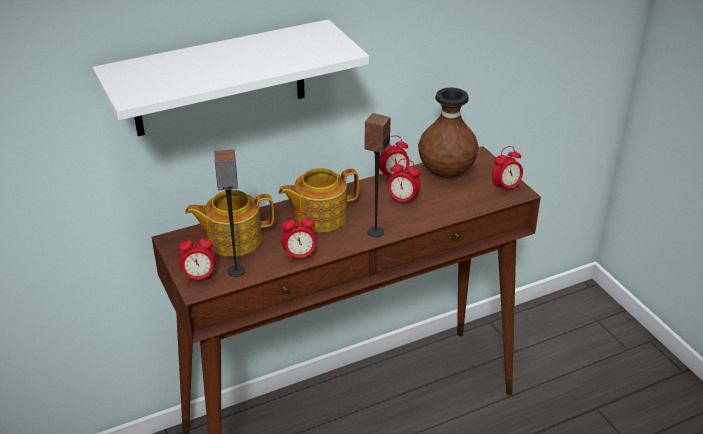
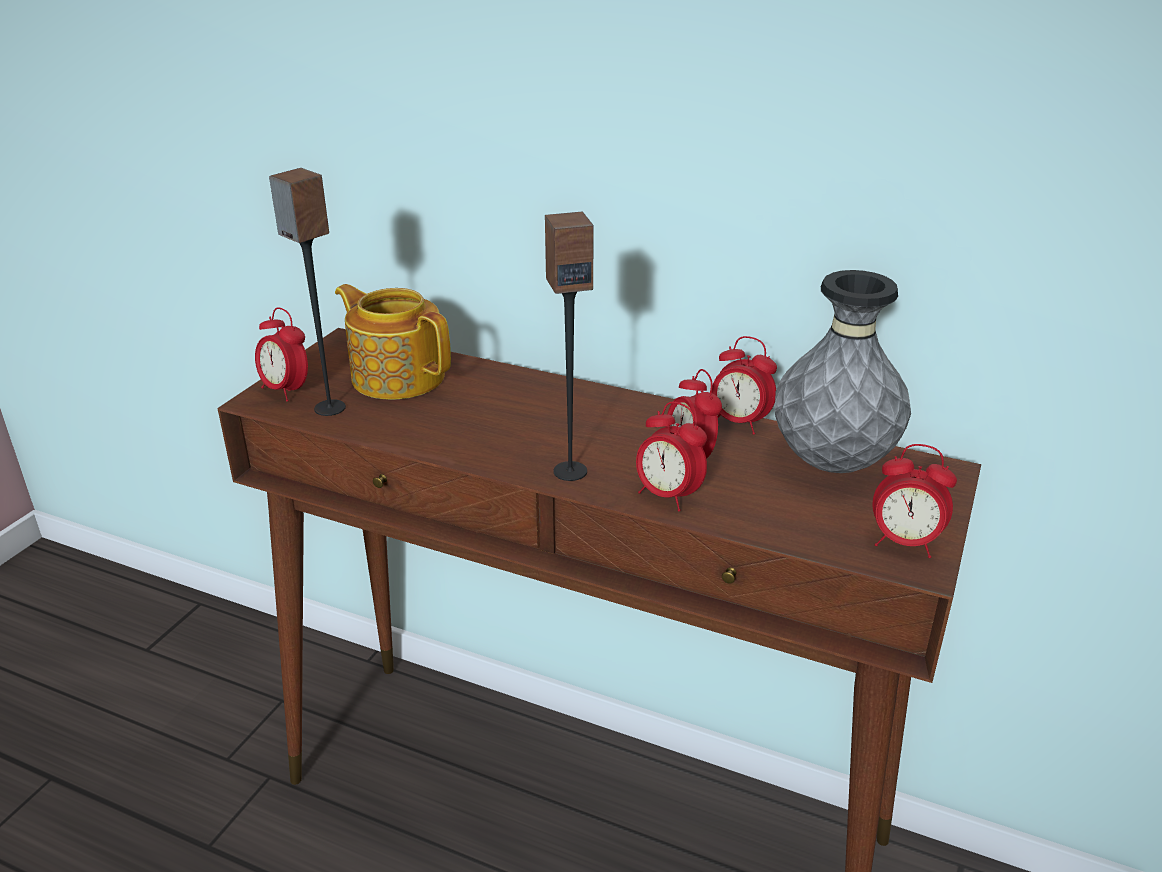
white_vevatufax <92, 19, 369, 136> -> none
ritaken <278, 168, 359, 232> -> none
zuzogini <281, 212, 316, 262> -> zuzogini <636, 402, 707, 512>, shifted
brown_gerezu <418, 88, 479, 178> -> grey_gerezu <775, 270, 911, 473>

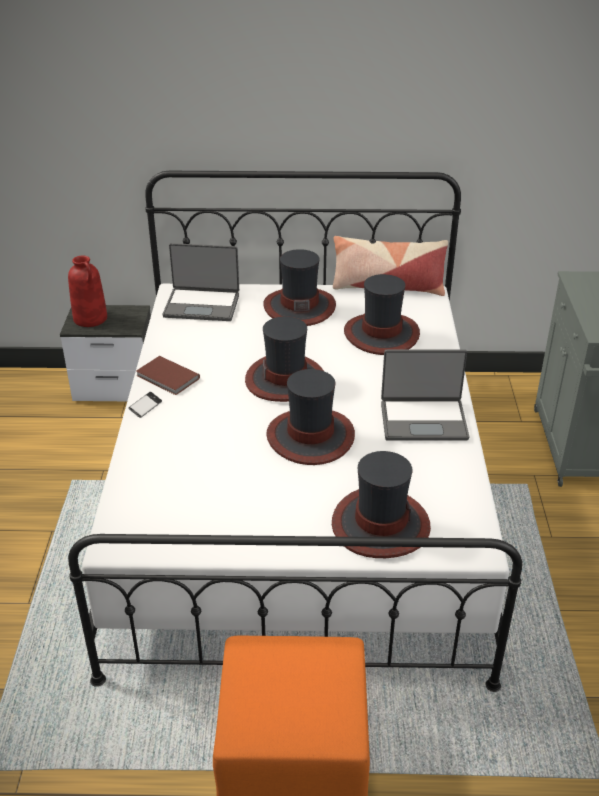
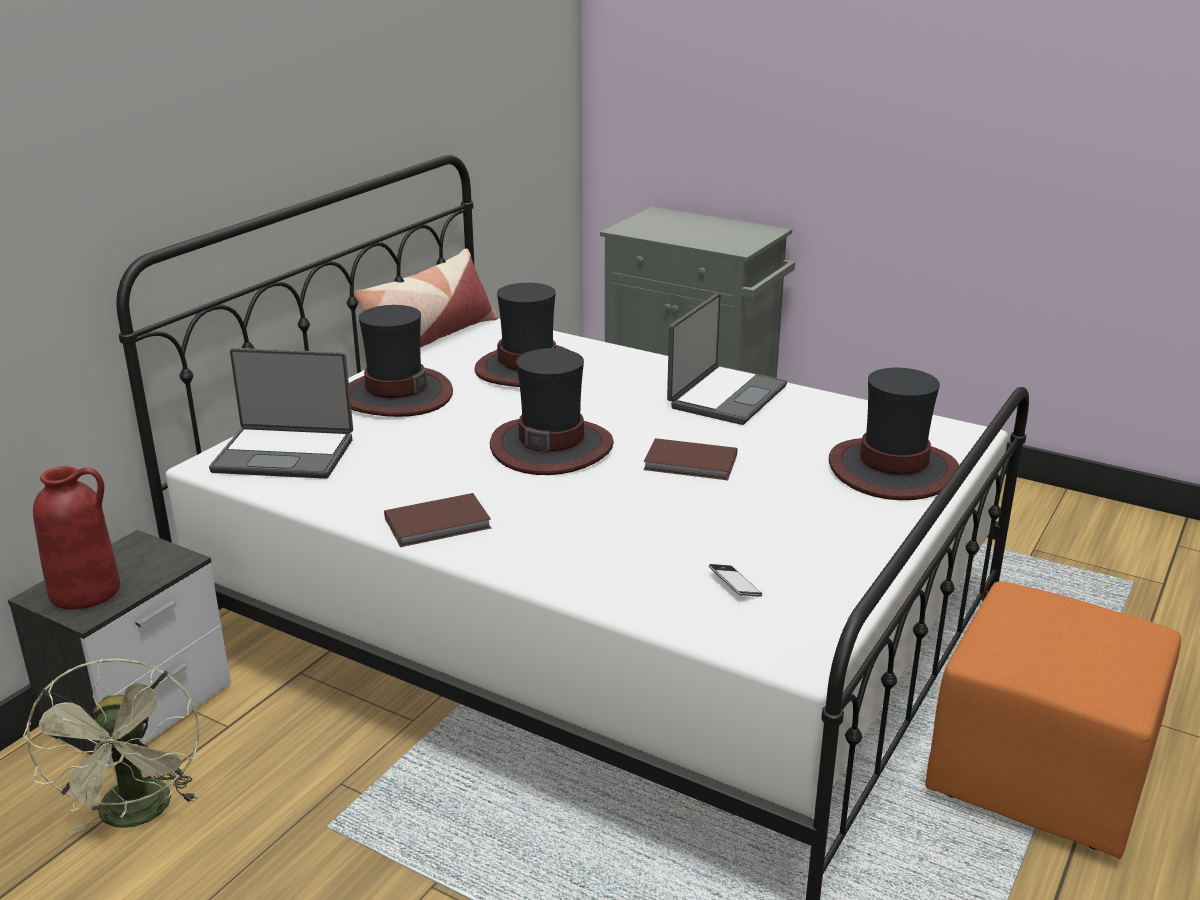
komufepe <128, 392, 162, 418> -> komufepe <709, 564, 762, 597>, shifted
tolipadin <162, 243, 239, 321> -> tolipadin <209, 348, 353, 479>, 60 degrees clockwise
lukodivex <266, 369, 355, 465> -> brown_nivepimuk <643, 438, 737, 480>
none -> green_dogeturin <23, 659, 199, 835>

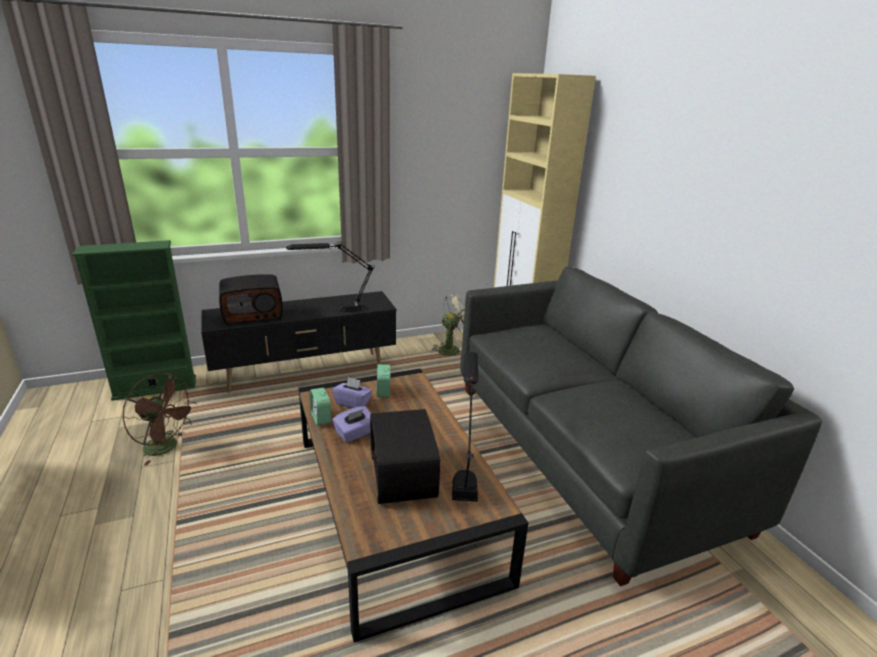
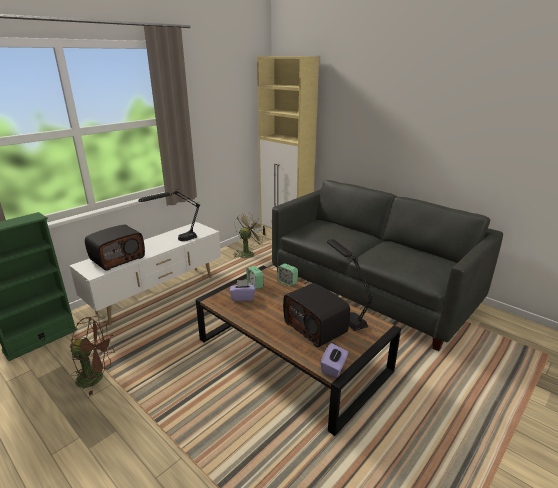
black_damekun <201, 291, 397, 393> -> white_damekun <69, 222, 221, 325>
zuzogini <310, 388, 331, 425> -> zuzogini <277, 263, 298, 286>, shifted
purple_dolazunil <333, 406, 371, 443> -> purple_dolazunil <321, 343, 348, 378>, shifted

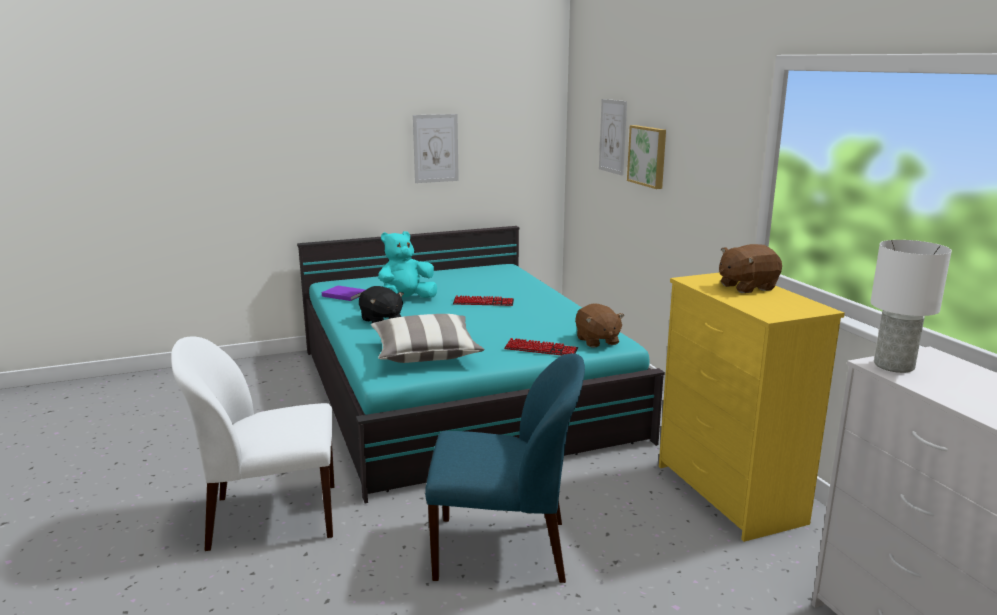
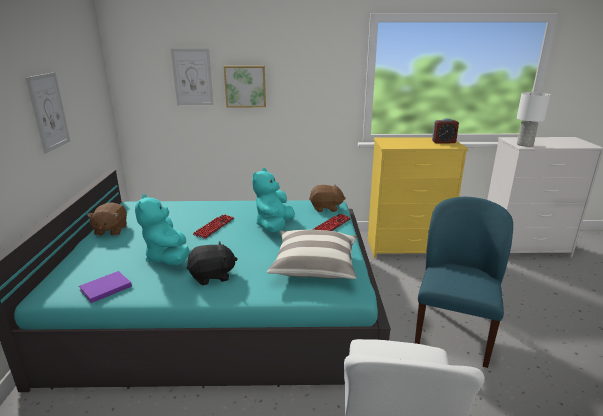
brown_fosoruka <719, 244, 782, 293> -> brown_fosoruka <87, 202, 127, 236>, shifted
none -> turquoise_fosoruka <252, 168, 295, 232>
none -> zuzogini <432, 118, 459, 144>

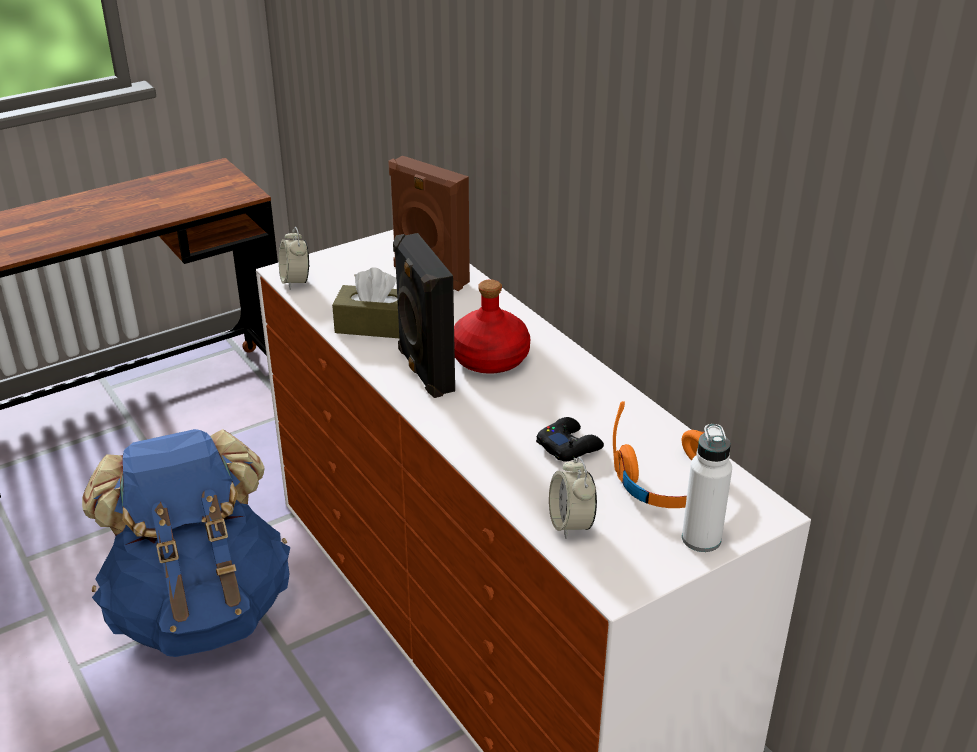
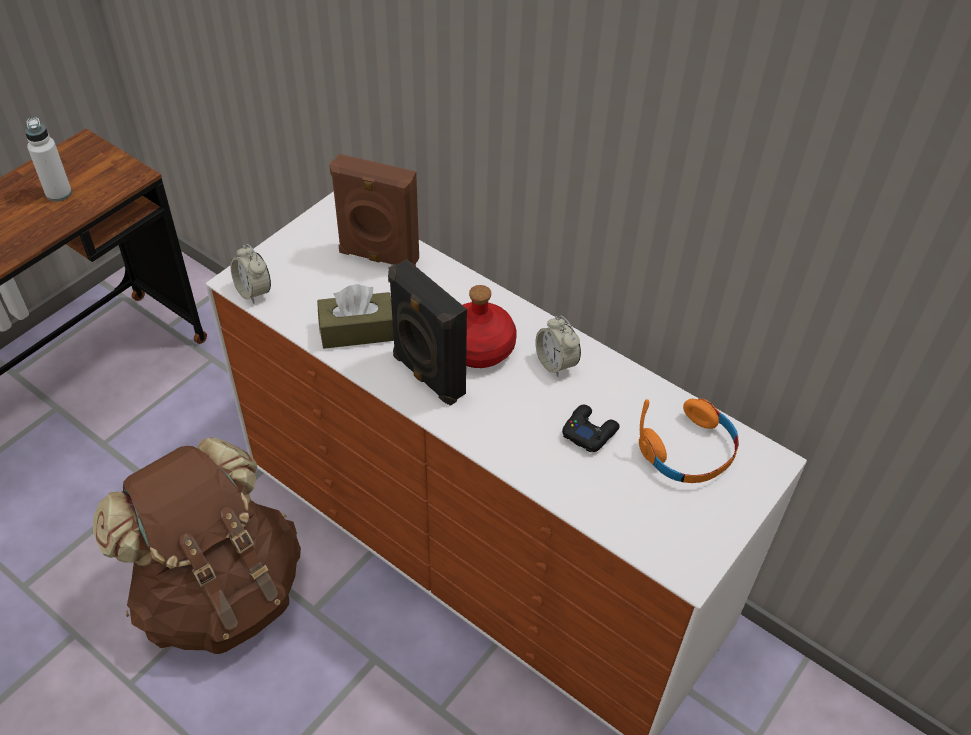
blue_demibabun <82, 429, 290, 657> -> brown_demibabun <93, 437, 301, 654>
zuzogini <549, 457, 597, 539> -> zuzogini <535, 316, 581, 377>, shifted
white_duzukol <682, 424, 732, 552> -> white_duzukol <25, 117, 72, 202>, shifted

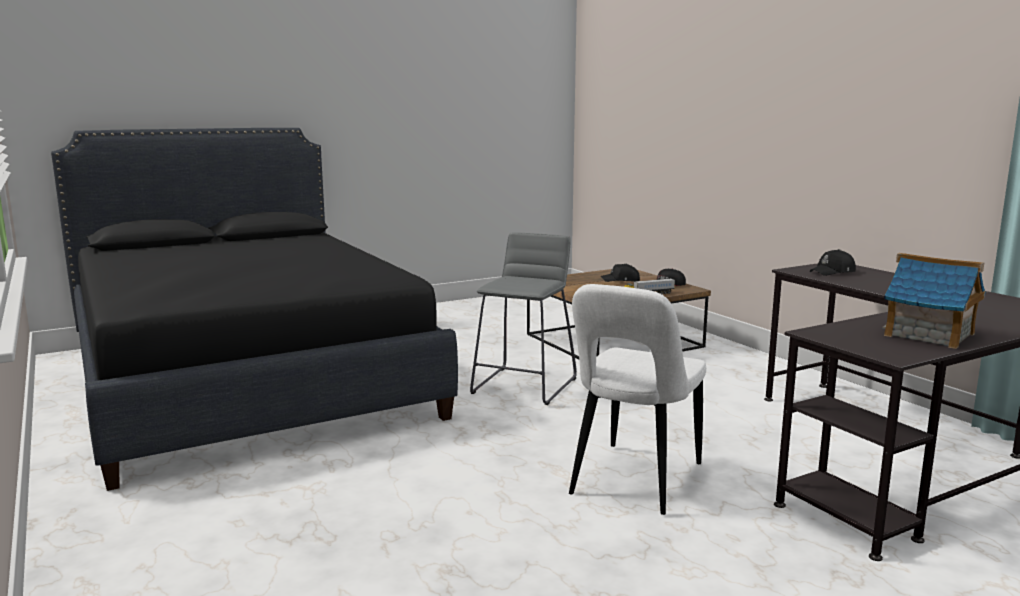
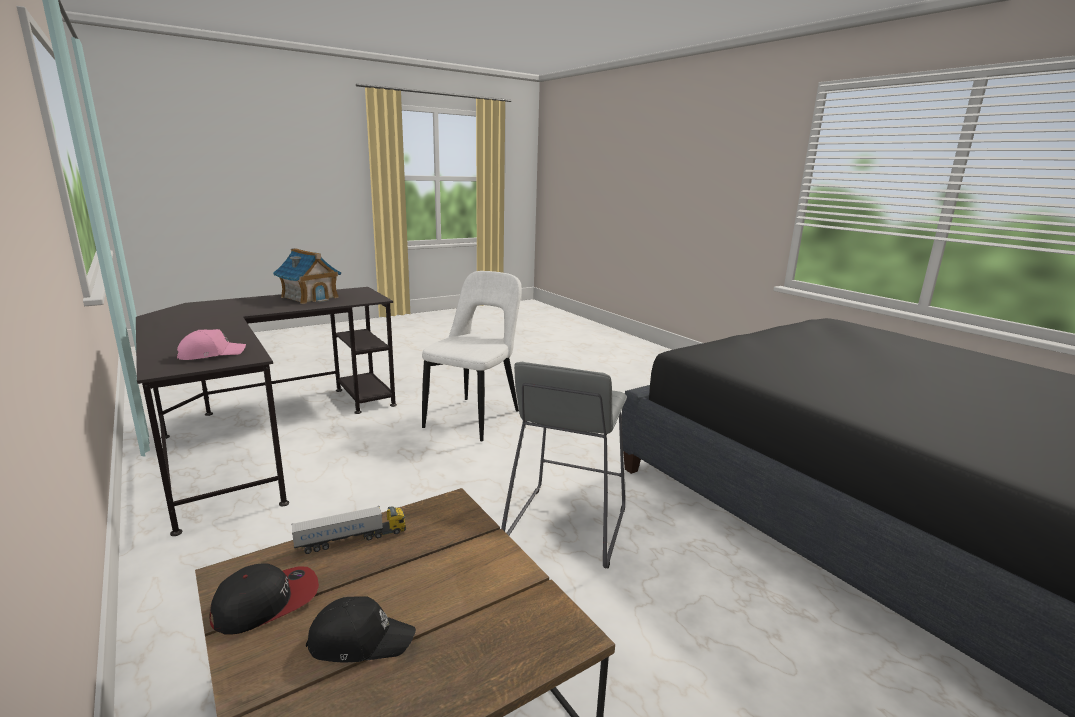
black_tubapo <810, 249, 856, 276> -> pink_tubapo <177, 329, 246, 360>

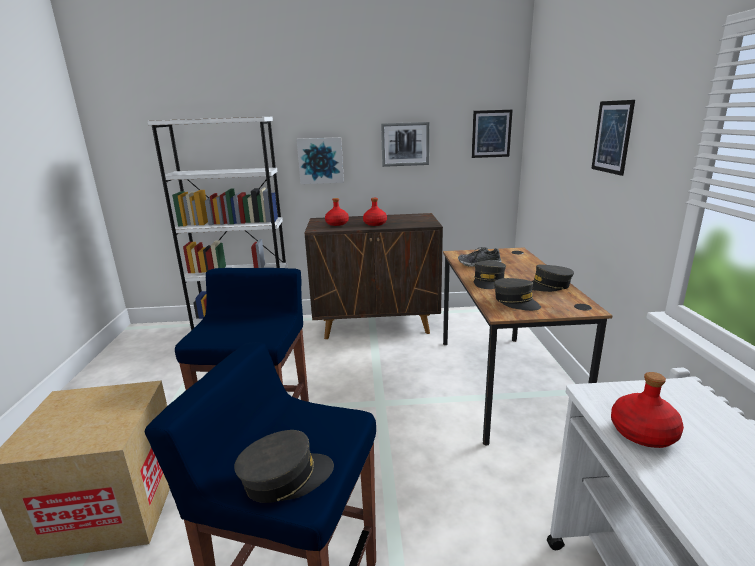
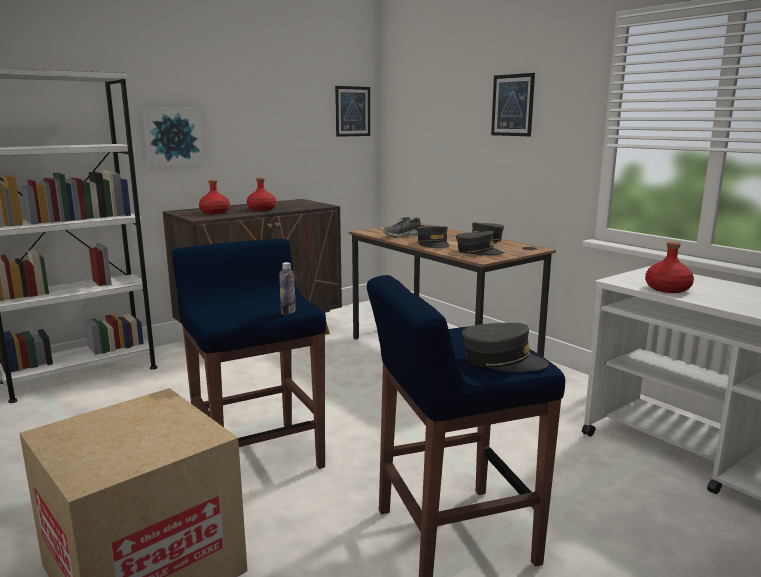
grey_tubapo <234, 430, 334, 503> -> grey_tubapo <462, 323, 549, 372>, 75 degrees clockwise
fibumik <381, 122, 429, 167> -> none
none -> duzukol <279, 262, 296, 315>

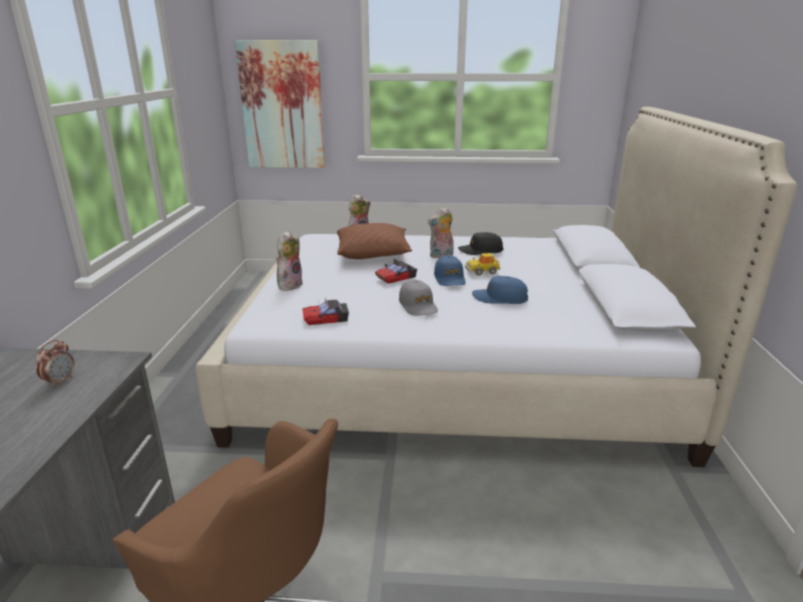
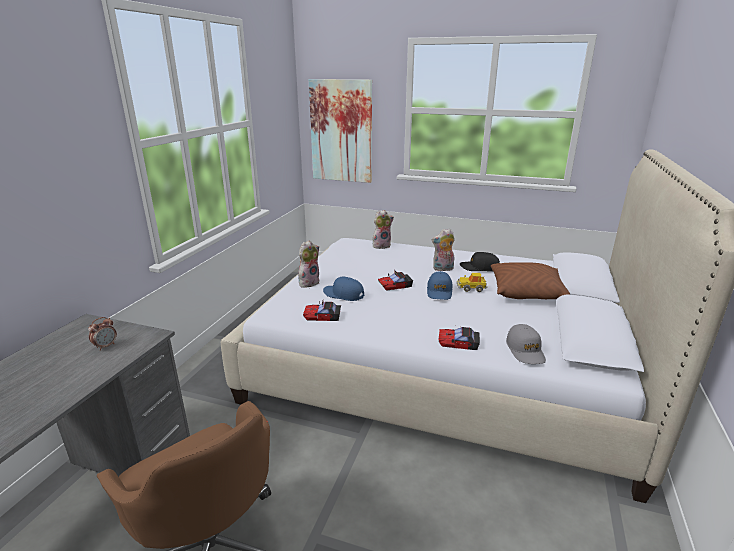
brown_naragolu <337, 223, 412, 259> -> brown_naragolu <491, 262, 570, 299>, shifted
grey_tubapo <399, 280, 438, 316> -> grey_tubapo <506, 324, 546, 364>, shifted
blue_tubapo <472, 276, 528, 304> -> blue_tubapo <323, 277, 364, 301>, shifted
none -> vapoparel <439, 327, 480, 350>

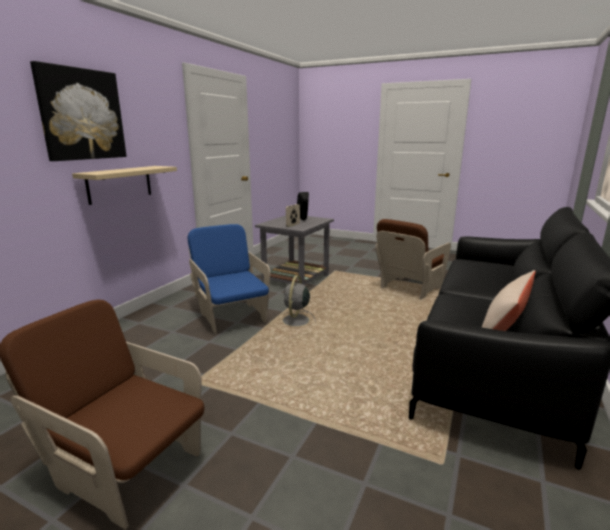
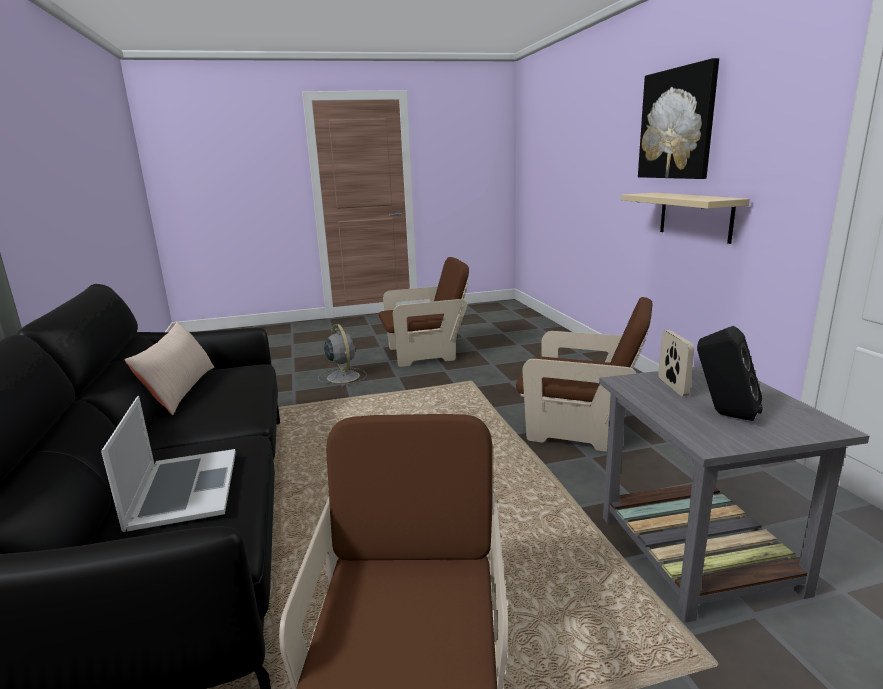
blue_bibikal <188, 224, 270, 334> -> brown_bibikal <516, 297, 652, 452>
grey_dogeturin <282, 275, 316, 326> -> grey_dogeturin <318, 324, 367, 387>, shifted
none -> tolipadin <101, 396, 236, 532>

